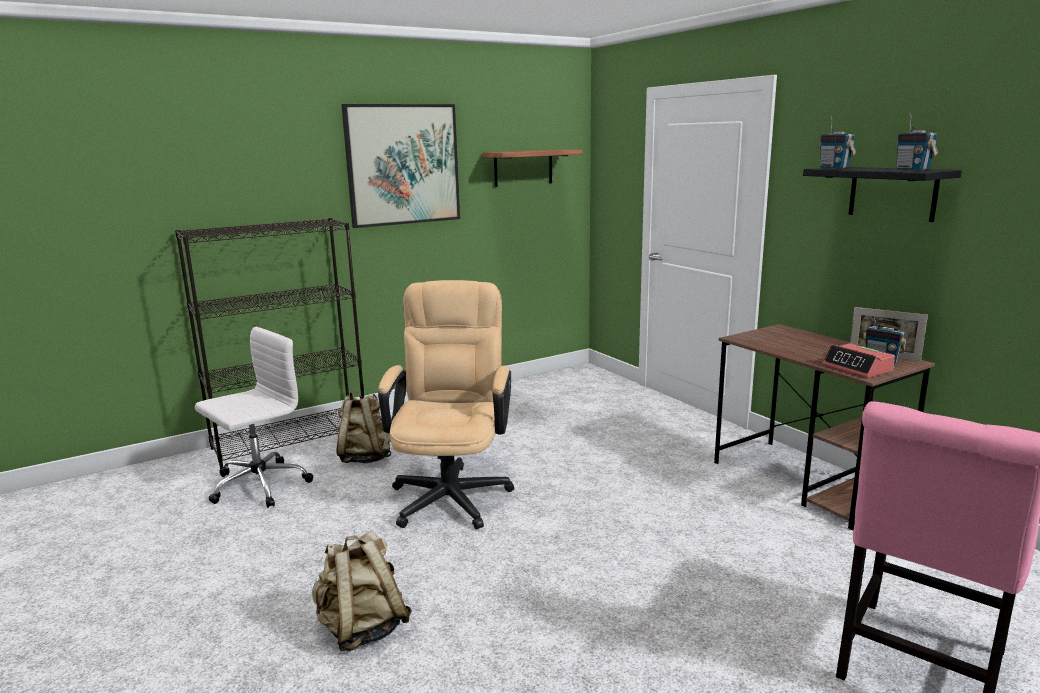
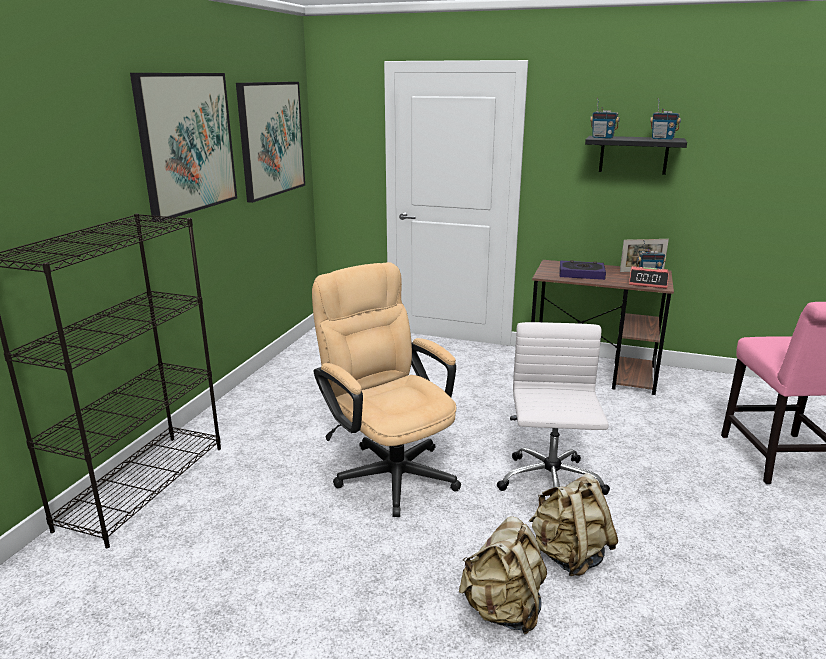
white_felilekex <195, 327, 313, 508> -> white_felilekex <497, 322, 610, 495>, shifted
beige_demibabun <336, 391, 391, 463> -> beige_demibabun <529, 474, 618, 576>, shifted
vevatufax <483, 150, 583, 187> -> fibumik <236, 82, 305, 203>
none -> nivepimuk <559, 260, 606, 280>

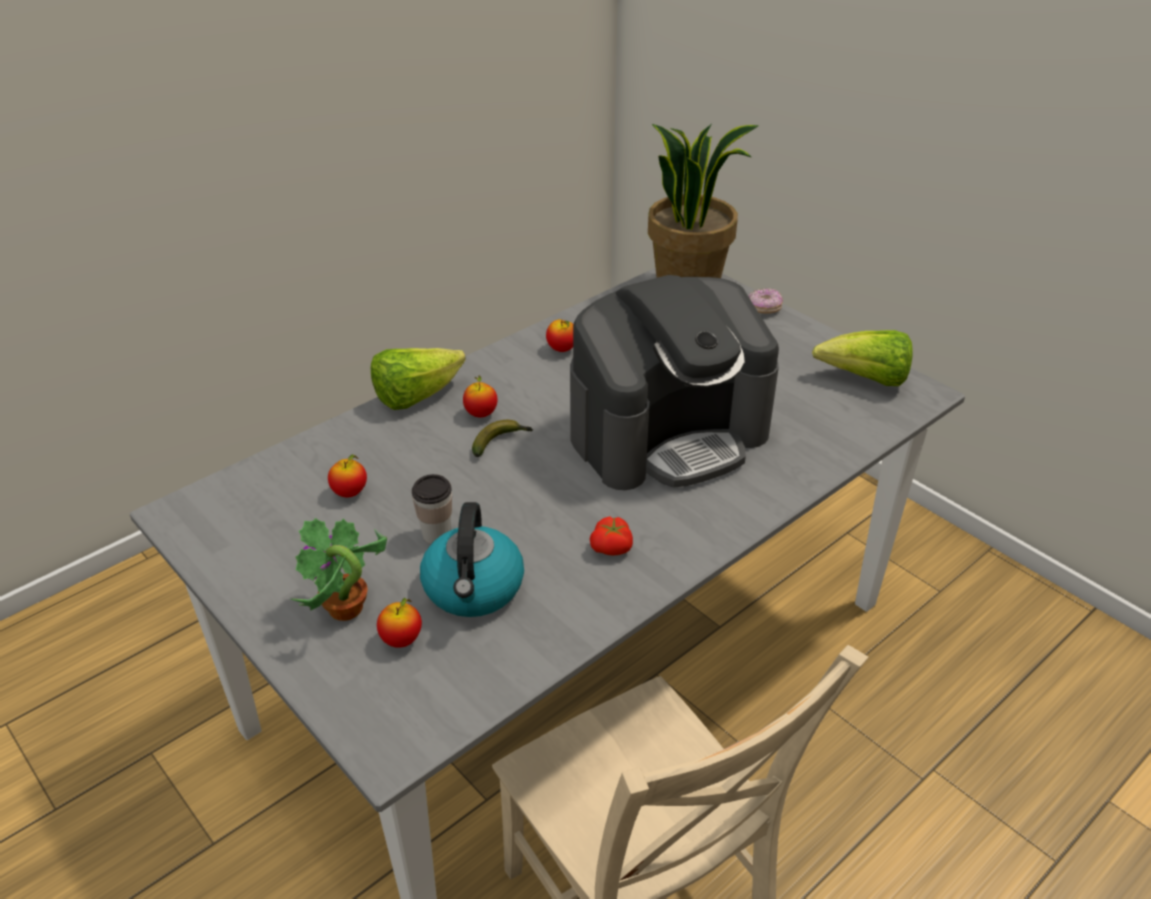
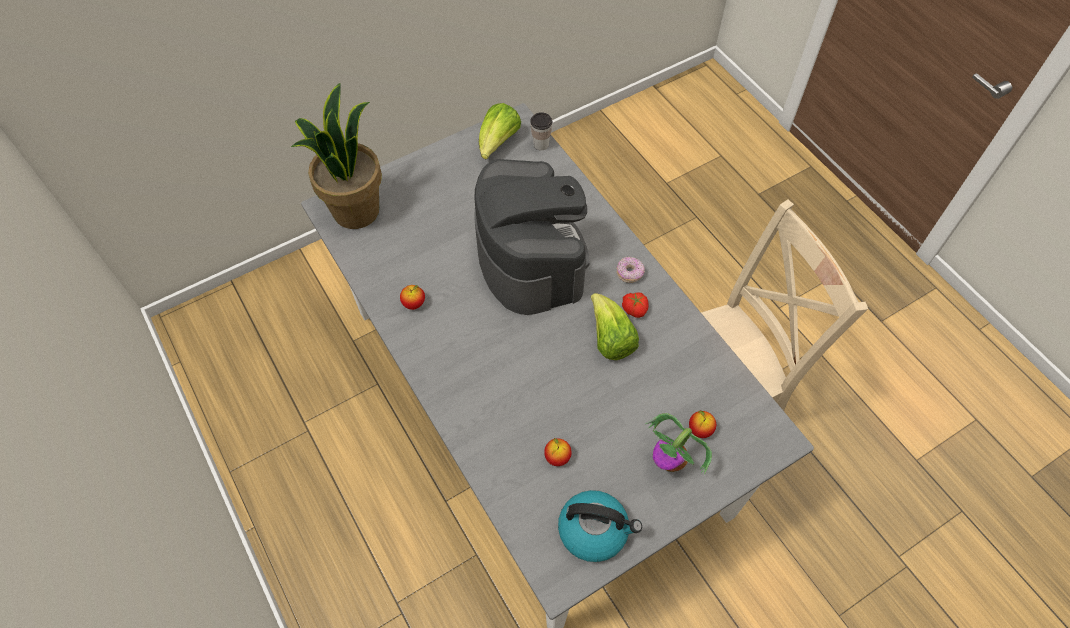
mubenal <371, 348, 466, 410> -> mubenal <591, 293, 639, 360>, shifted
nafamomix <412, 474, 452, 544> -> nafamomix <530, 112, 552, 150>, shifted
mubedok <420, 502, 524, 617> -> mubedok <558, 490, 642, 562>, shifted
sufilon <463, 376, 497, 418> -> none
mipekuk <472, 420, 533, 457> -> none
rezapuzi <749, 288, 783, 313> -> rezapuzi <617, 257, 645, 283>, shifted

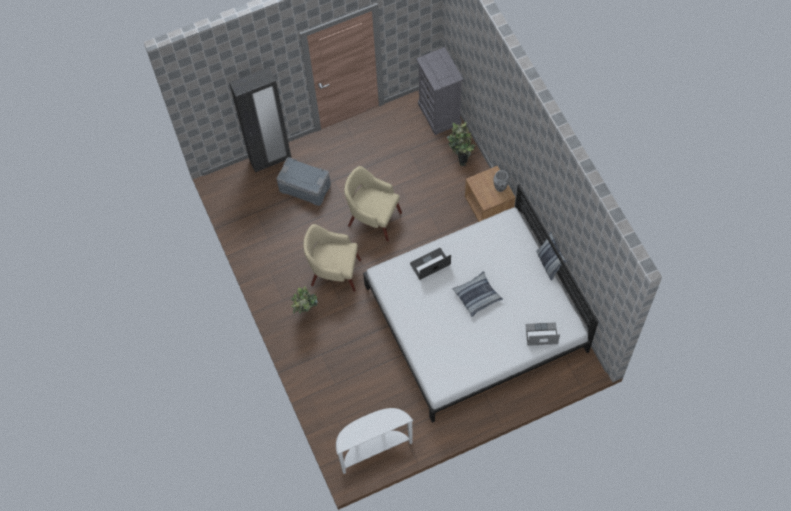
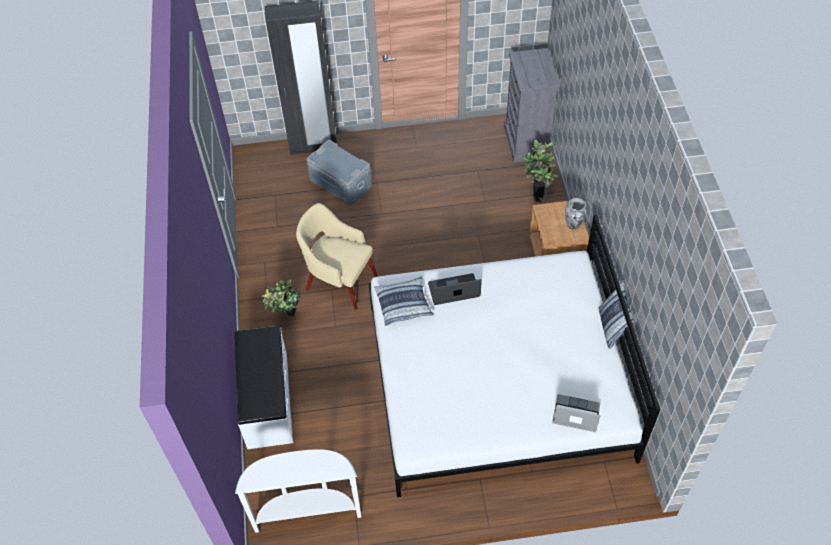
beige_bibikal <344, 166, 402, 241> -> none
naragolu <453, 271, 503, 317> -> naragolu <374, 276, 434, 326>, shifted
none -> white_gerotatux <235, 325, 293, 449>

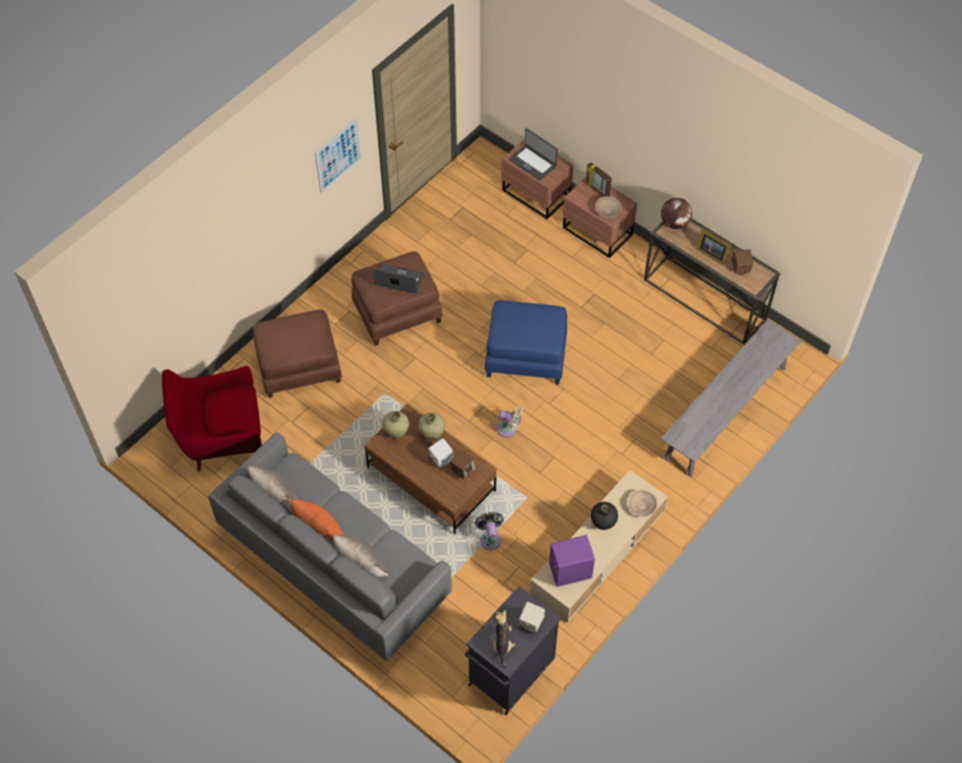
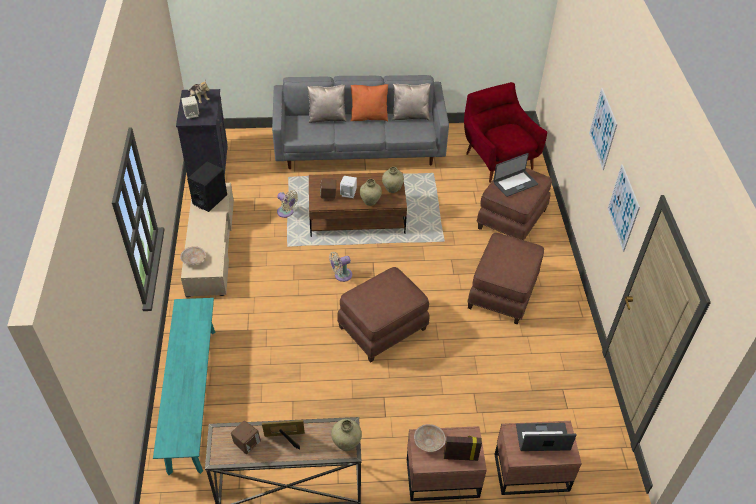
red_bibikal <162, 366, 262, 471> -> red_bibikal <464, 82, 547, 183>, 60 degrees counterclockwise
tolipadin <373, 264, 425, 294> -> tolipadin <493, 153, 538, 197>, shifted
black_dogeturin <475, 512, 504, 550> -> beige_dogeturin <277, 190, 298, 218>
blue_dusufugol <485, 300, 567, 384> -> brown_dusufugol <337, 267, 429, 363>
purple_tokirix <549, 535, 595, 587> -> black_tokirix <187, 162, 227, 212>
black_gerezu <591, 502, 618, 530> -> none
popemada <661, 198, 692, 229> -> beige_gerezu <331, 419, 362, 451>
grey_gerotatux <661, 320, 801, 477> -> turquoise_gerotatux <153, 298, 215, 475>
none -> fibumik <589, 88, 617, 170>

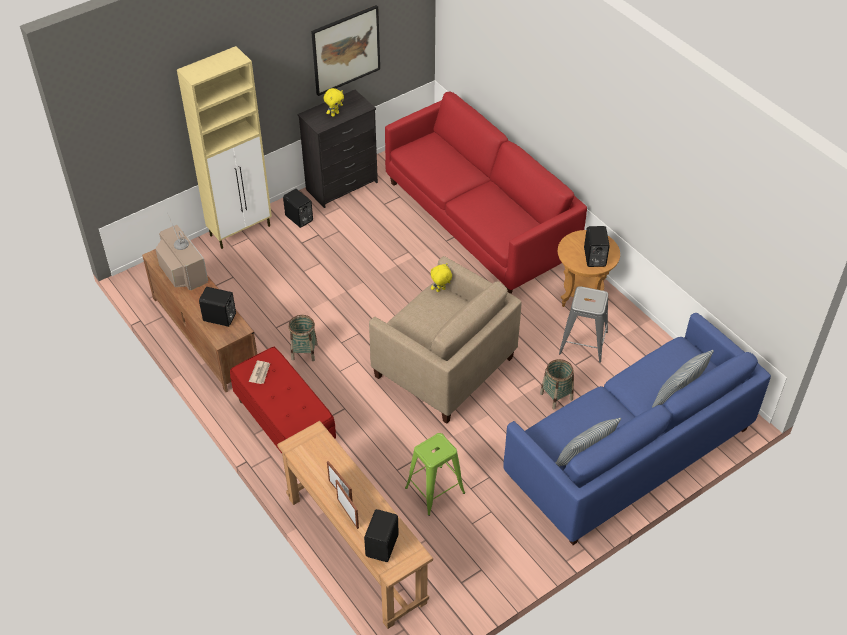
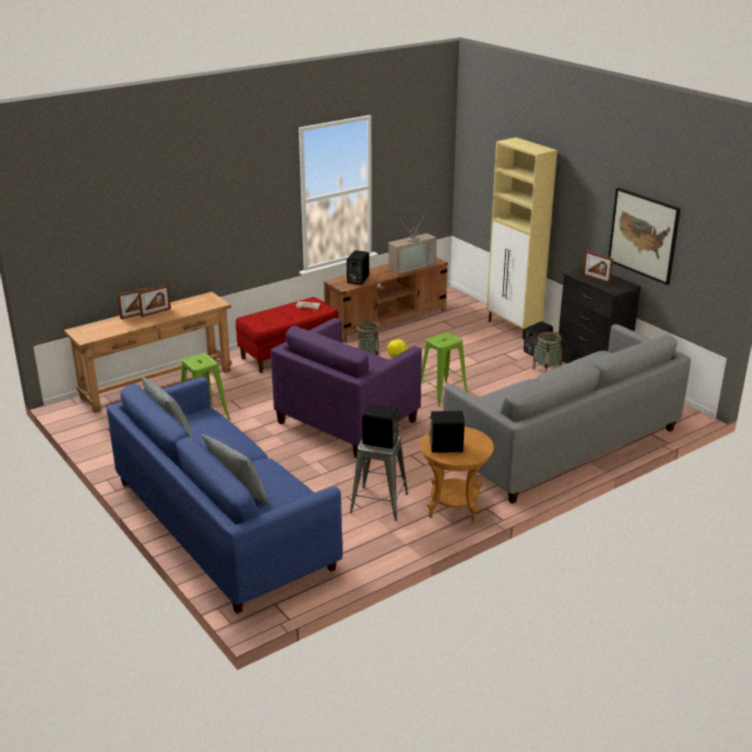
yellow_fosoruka <324, 88, 344, 117> -> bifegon <583, 251, 613, 284>
black_tokirix <364, 509, 399, 562> -> black_tokirix <362, 404, 398, 449>, shifted
beige_bibikal <369, 256, 522, 424> -> purple_bibikal <271, 318, 422, 458>
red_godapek <385, 92, 587, 294> -> grey_godapek <443, 324, 691, 504>
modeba <540, 359, 574, 409> -> modeba <532, 331, 562, 373>, shifted
none -> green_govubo <421, 332, 468, 406>

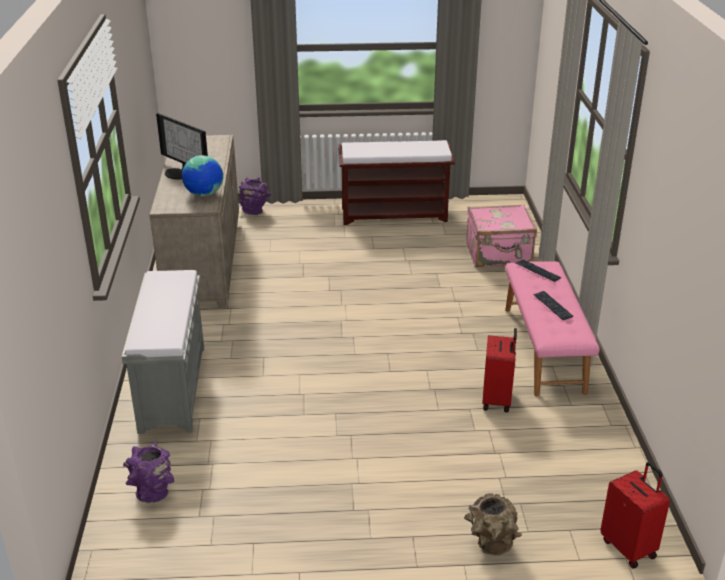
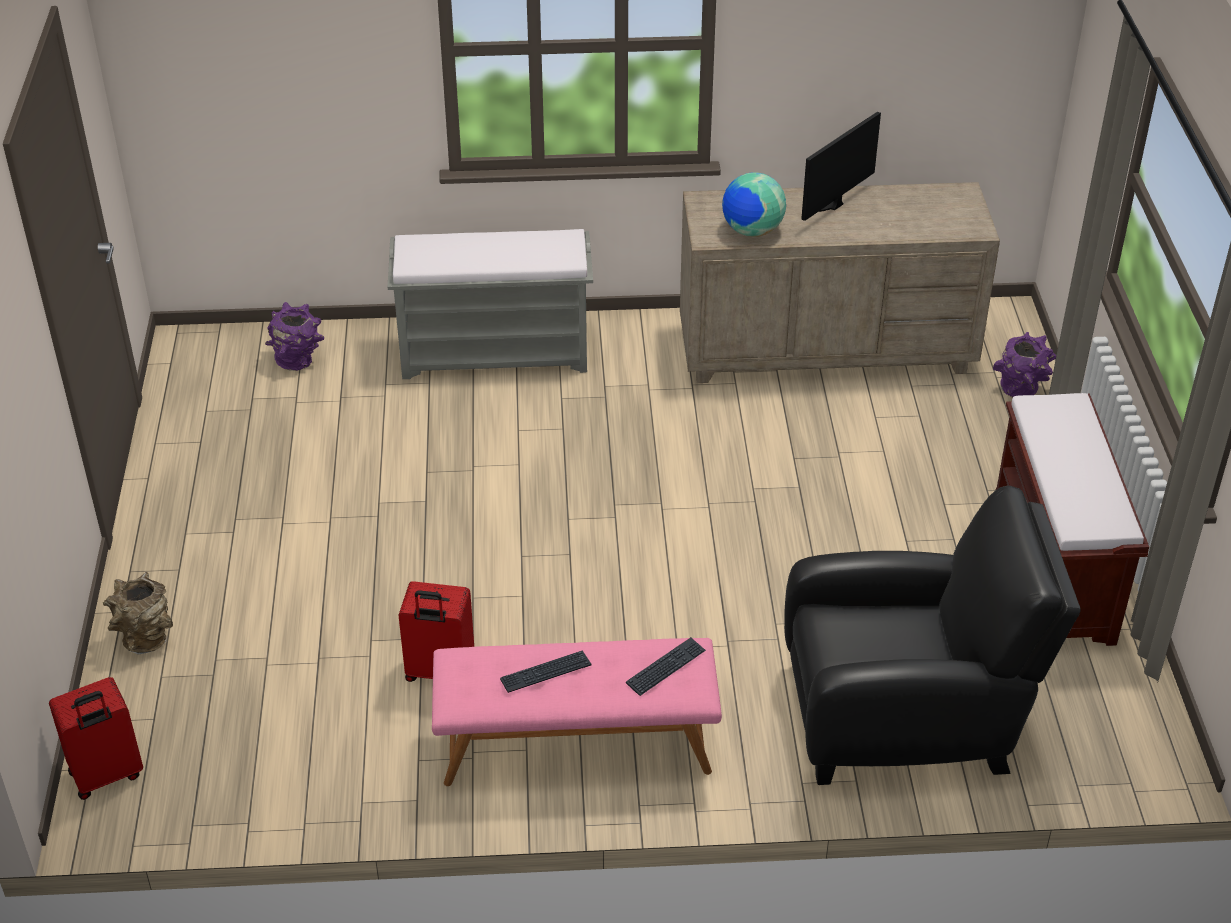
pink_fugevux <466, 204, 537, 267> -> black_bibikal <784, 486, 1080, 785>

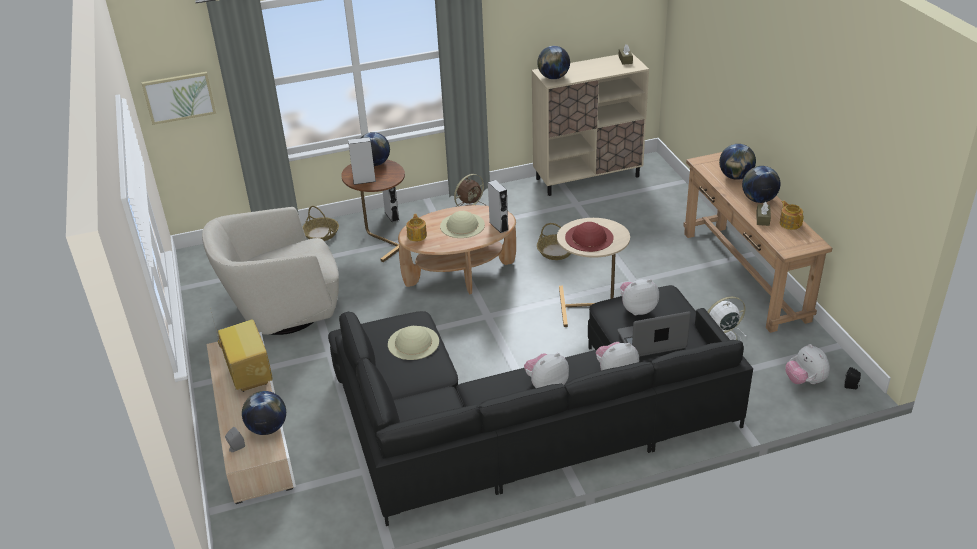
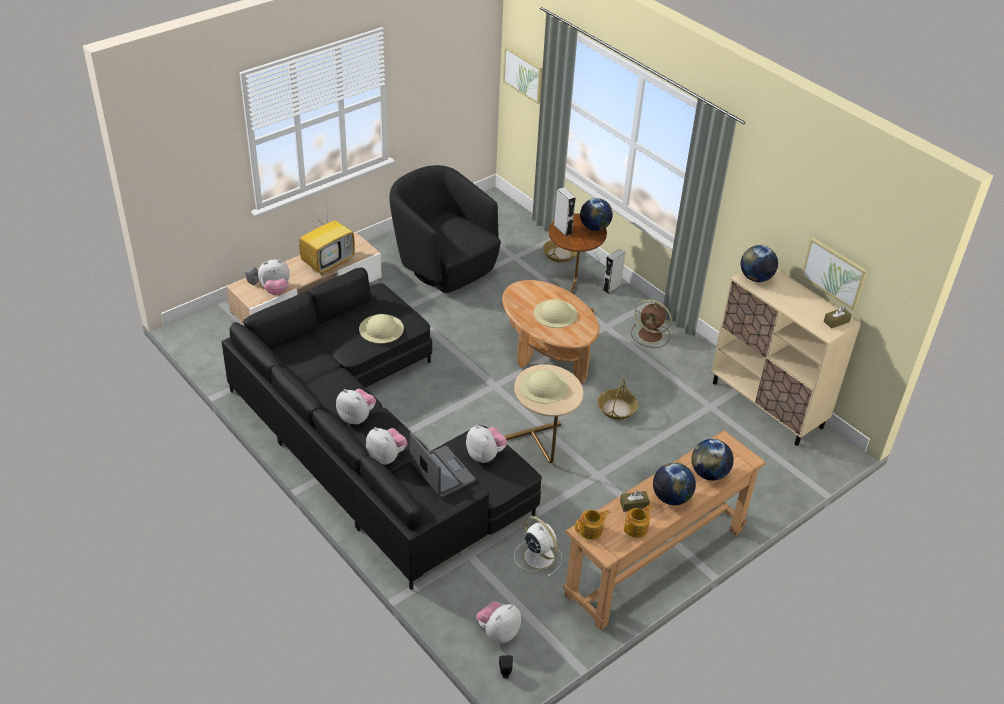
beige_bibikal <202, 207, 339, 335> -> black_bibikal <389, 165, 501, 293>
popemada <242, 391, 286, 435> -> fosoruka <258, 260, 290, 295>
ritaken <406, 214, 427, 242> -> ritaken <575, 510, 610, 540>, shifted
grey_tokirix <488, 180, 508, 233> -> none
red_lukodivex <565, 222, 613, 252> -> beige_lukodivex <520, 370, 568, 404>
none -> fibumik <801, 237, 867, 310>

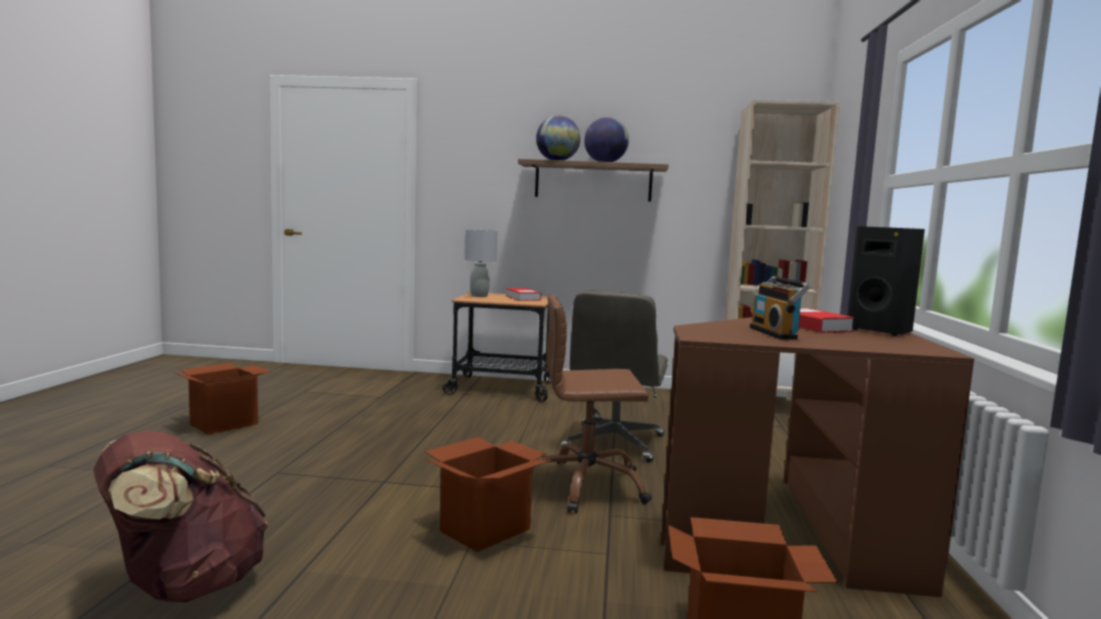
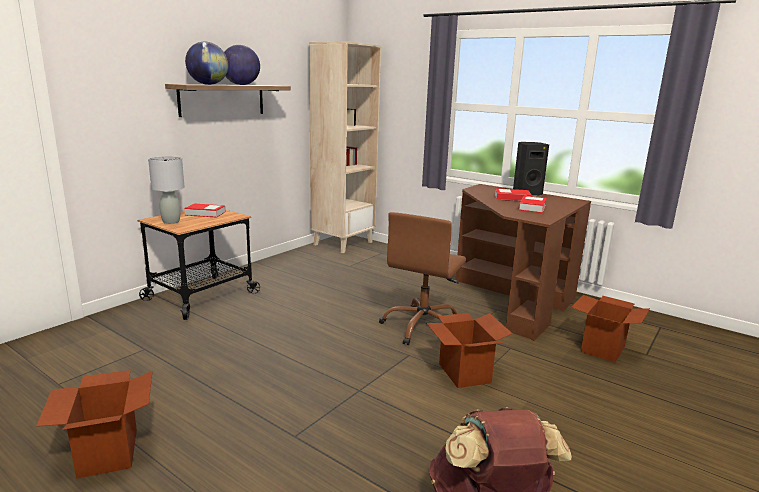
grey_felilekex <561, 291, 668, 462> -> none
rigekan <750, 276, 811, 340> -> nivepimuk <519, 196, 546, 213>

